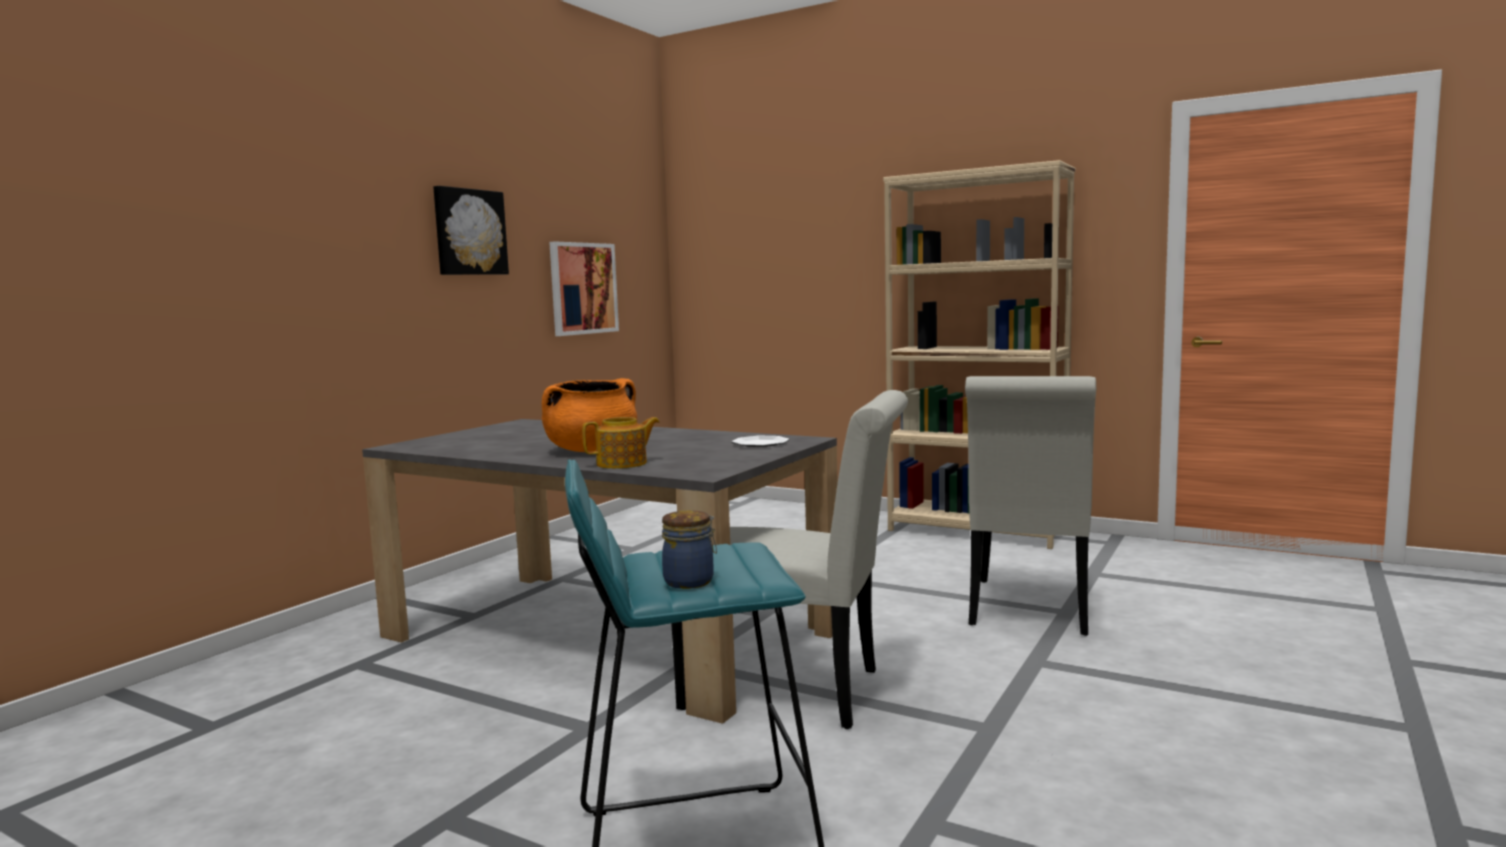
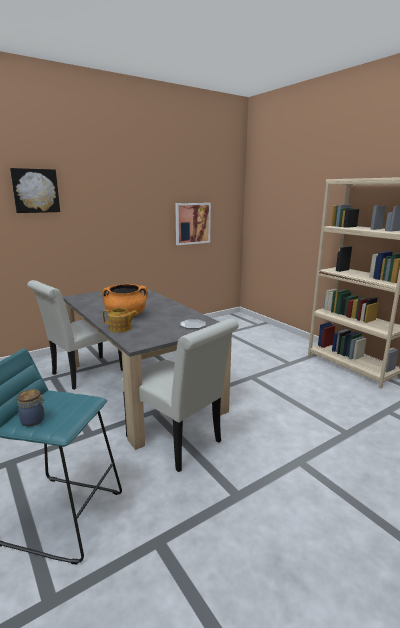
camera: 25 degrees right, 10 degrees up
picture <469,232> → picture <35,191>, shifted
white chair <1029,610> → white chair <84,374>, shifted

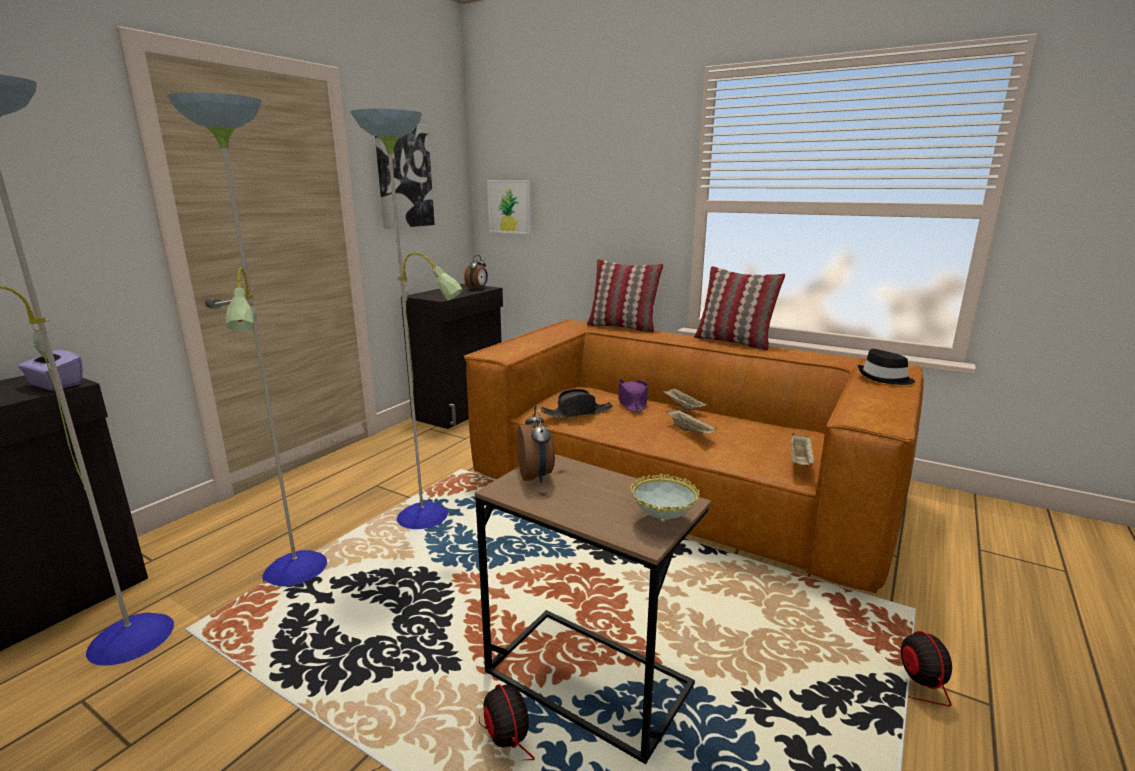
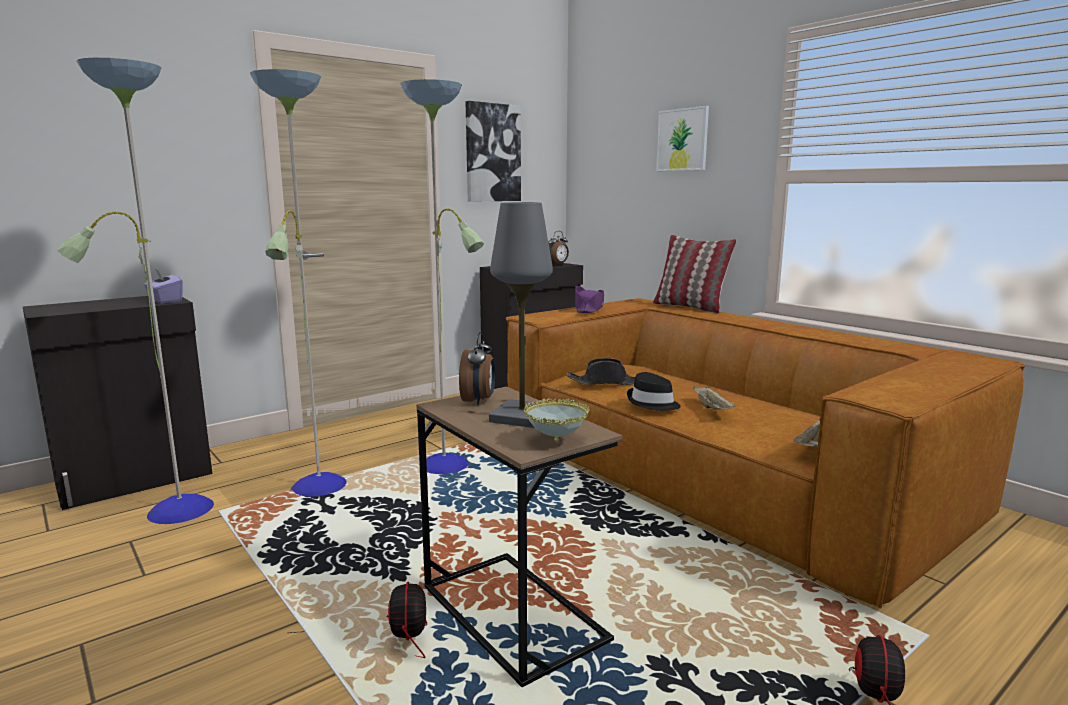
camera: 20 degrees right, 5 degrees down
picture <510,206> → picture <682,140>, shifted
purple hat <632,402> → purple hat <589,309>, shifted
beige tray <682,407> → -
pillow <733,342> → -
black hat <884,378> → black hat <652,403>, shifted
- → grey table lamp <521,417>

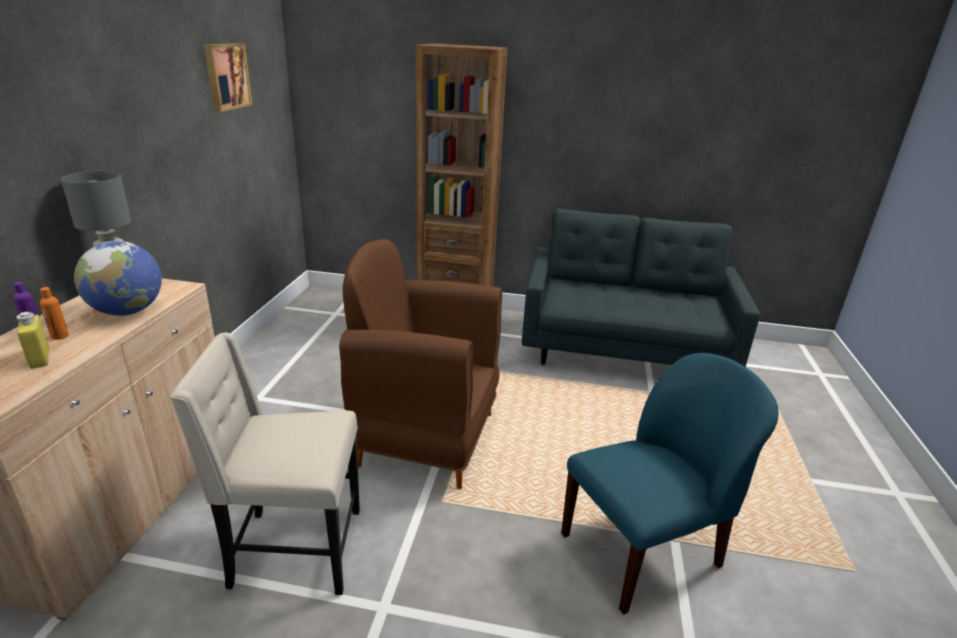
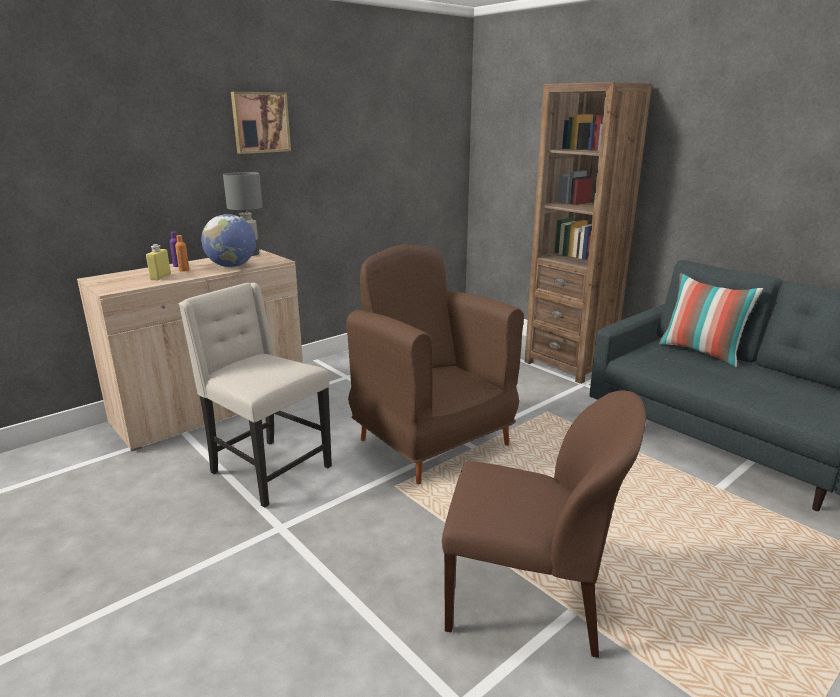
camera: 40 degrees right, 5 degrees down
picture <226,76> → picture <260,122>, shifted
blue chair <643,549> → brown chair <528,600>
- → pillow <701,352>

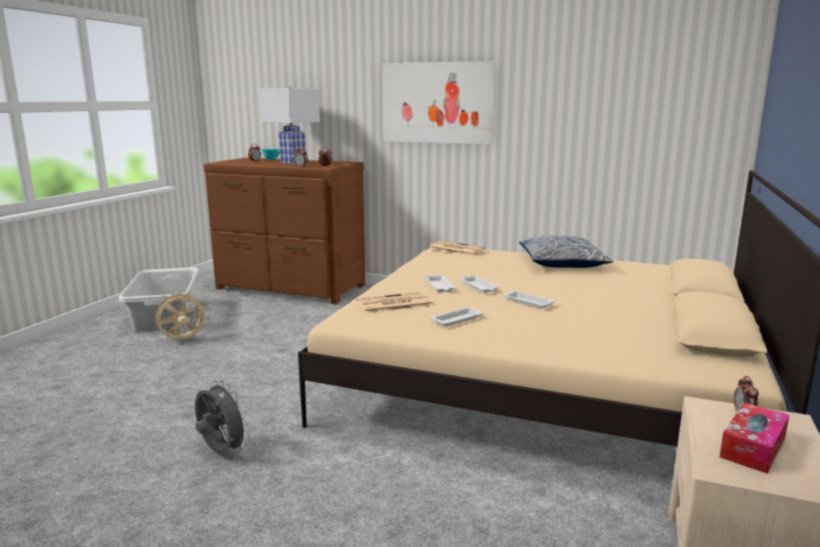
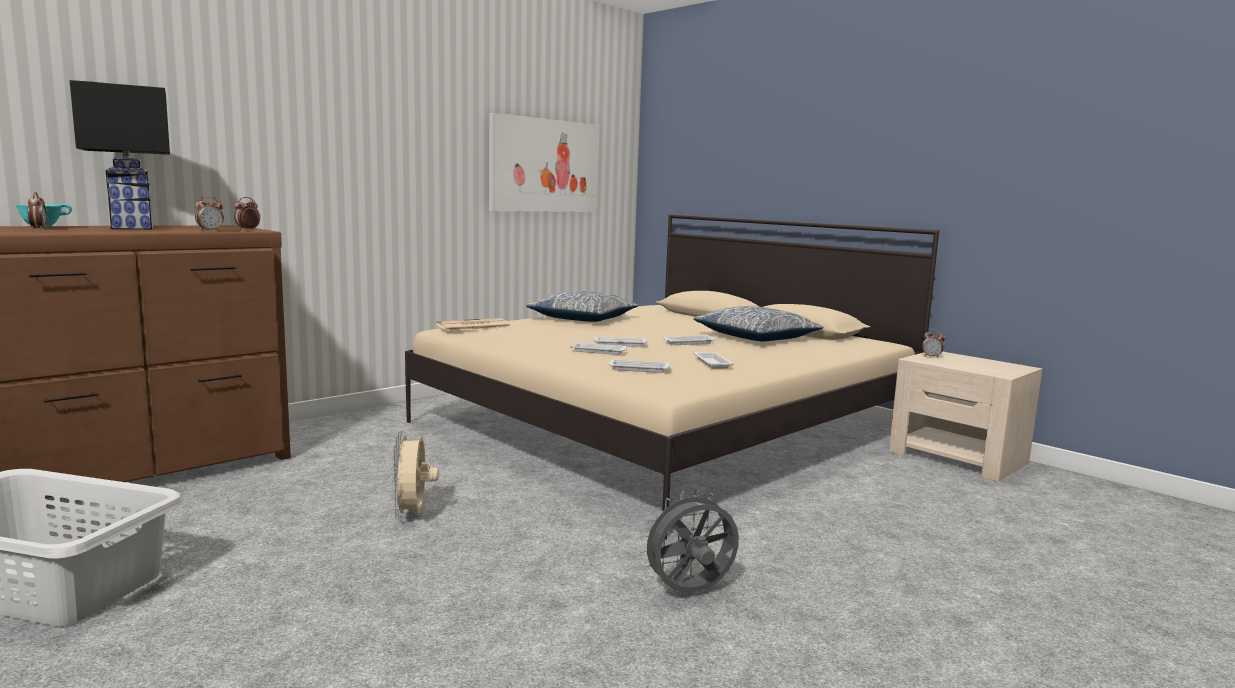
camera: 65 degrees left, 5 degrees down
beige fan <182,340> → beige fan <413,515>, shifted
white table lamp <293,162> → black table lamp <131,228>
newspaper <393,304> → white tray <638,369>
picture <437,103> → picture <544,166>, shifted
tissue box <752,447> → -
- → pillow <756,337>

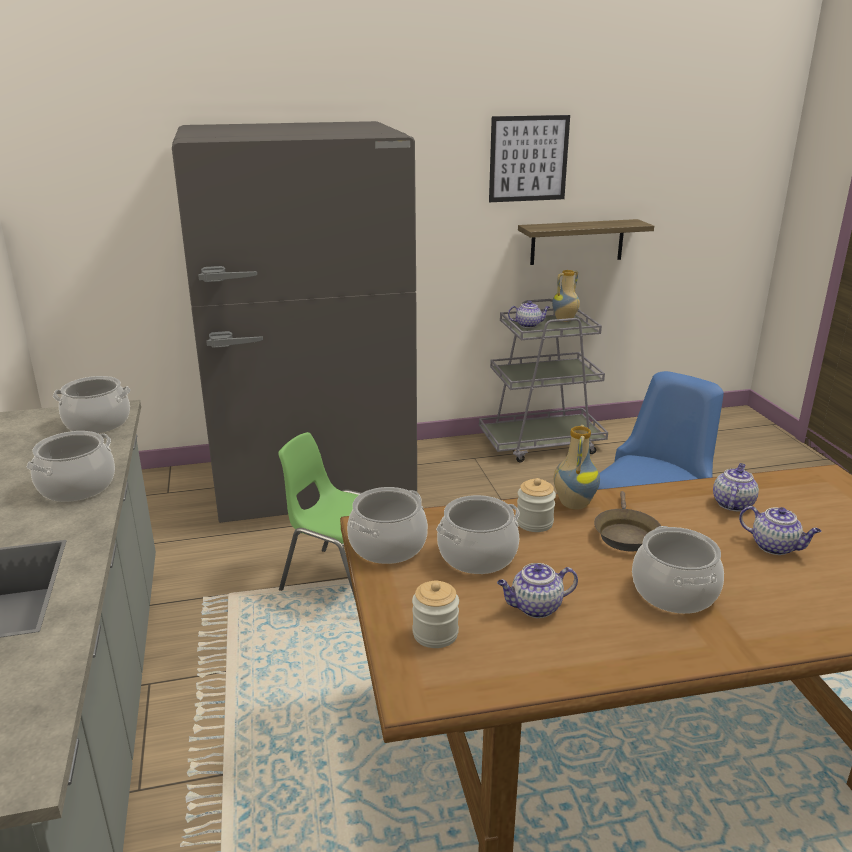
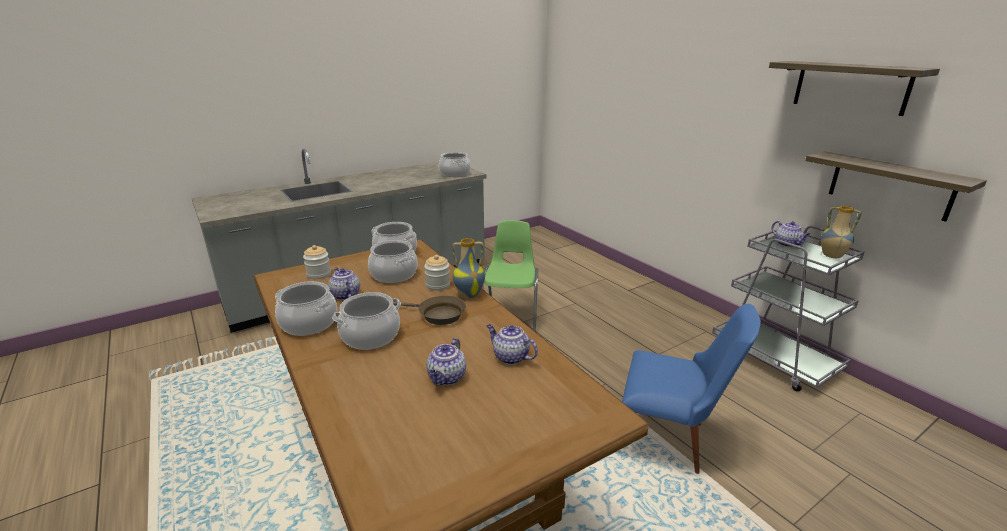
camera: 70 degrees right, 0 degrees up
cooking pot <77,486> → cooking pot <309,323>, shifted
grey fridge <313,484> → -
picture <528,158> → shelf <850,87>
brown frying pan <625,534> → brown frying pan <438,315>, 150 degrees counterclockwise
teapot <732,503> → teapot <510,357>, 150 degrees counterclockwise

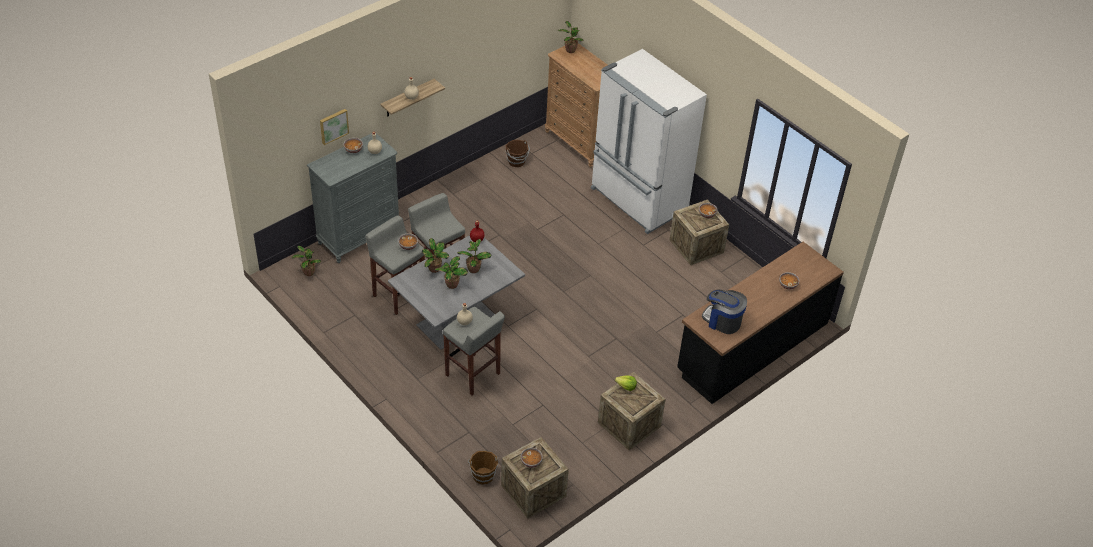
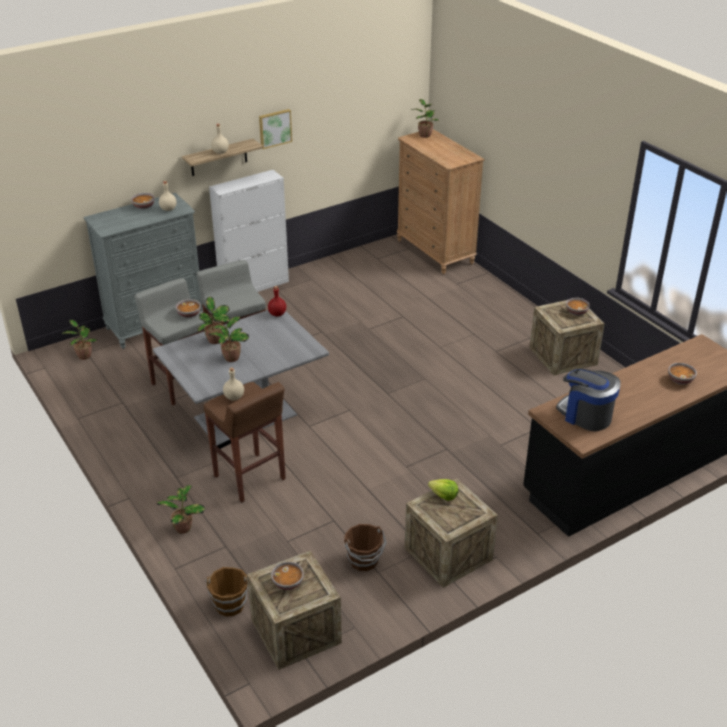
camera: 10 degrees right, 10 degrees down
picture <333,126> → picture <274,128>, shifted
grey stool <473,375> → brown stool <250,478>
potted plant <474,268> → potted plant <183,527>, shifted
brown bucket <516,161> → brown bucket <364,561>, shifted
white fridge <637,200> → -
- → white cabinet <254,286>

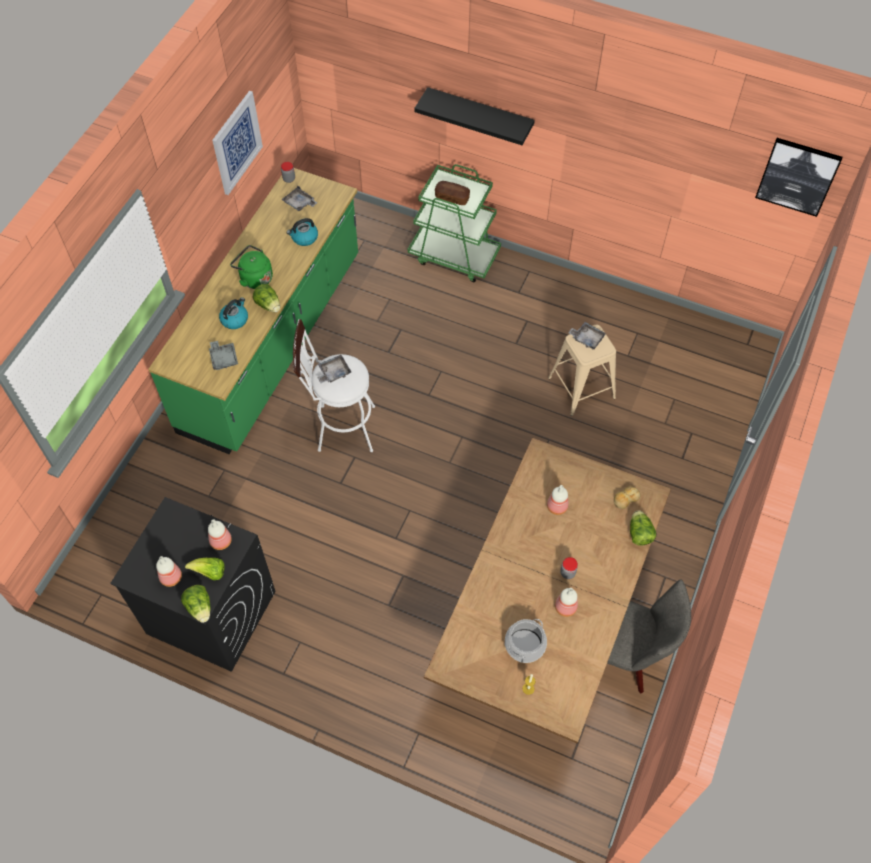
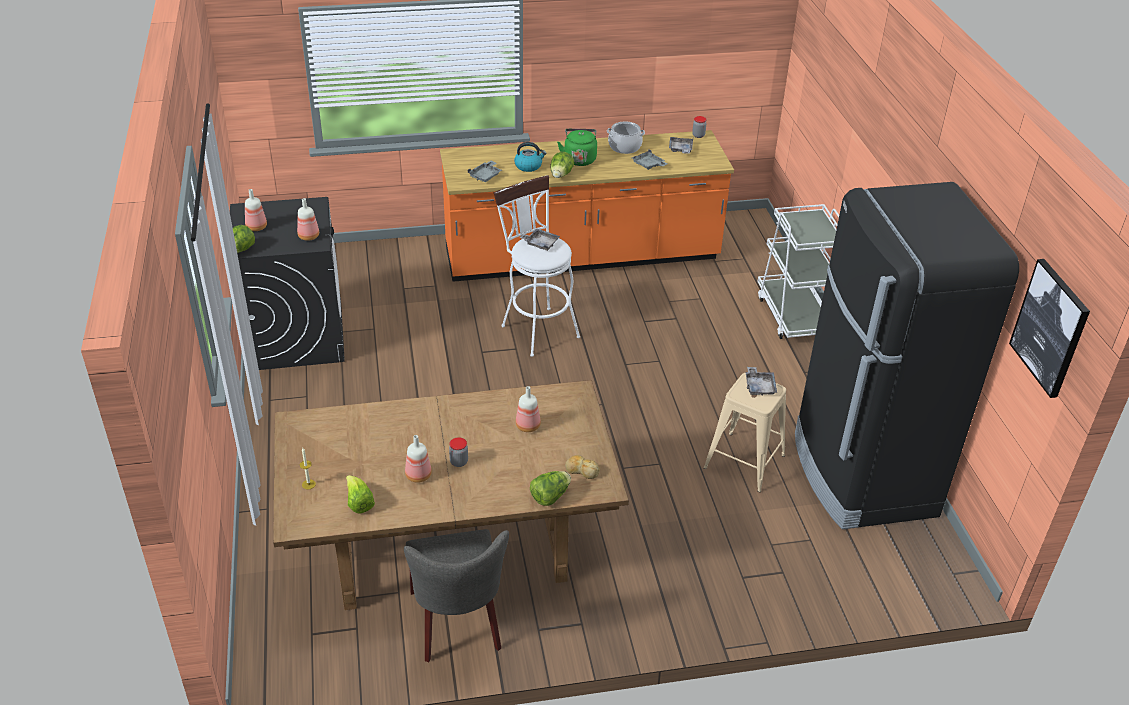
camera: 55 degrees right, 20 degrees down
green counter <273,343> → orange counter <582,257>
lettuce <210,572> → lettuce <359,503>, shifted
picture <237,143> → -
kettle <304,238> → grey tray <648,165>
green cart <454,256> → white cart <794,315>
black shelf <480,115> → -
bread <452,197> → -
cooking pot <525,645> → cooking pot <624,147>, shifted
- → black fridge <861,475>

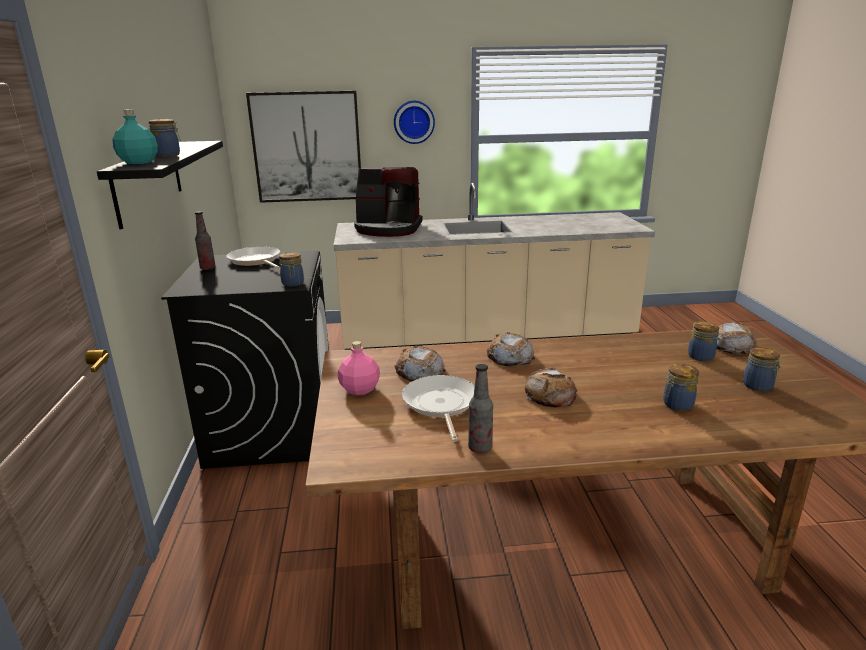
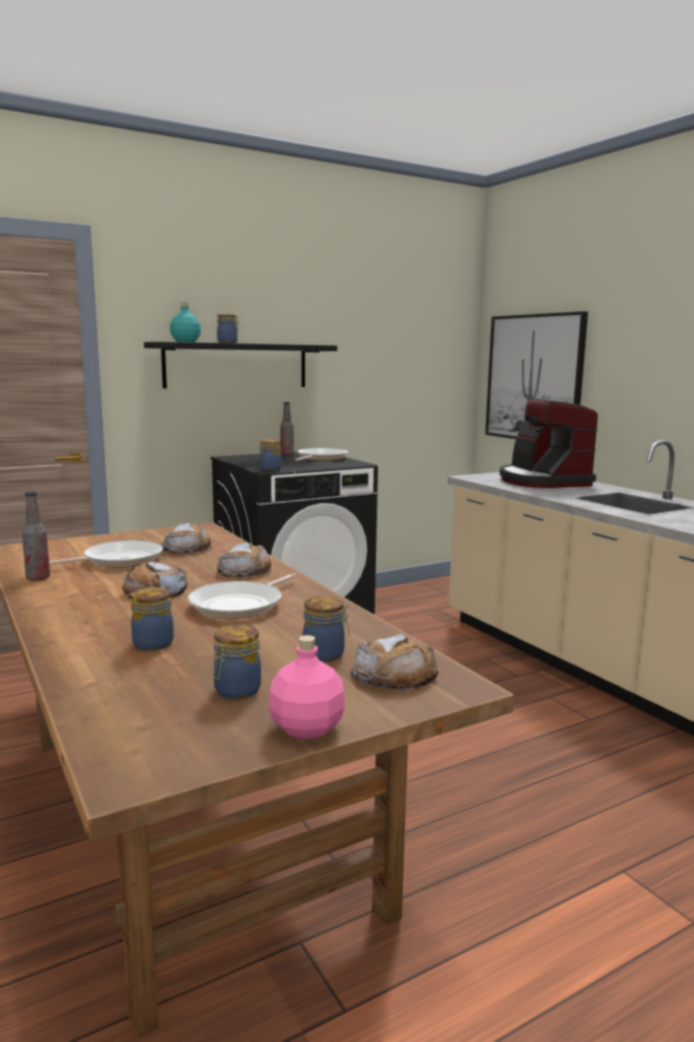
camera: 65 degrees right, 10 degrees down
pink bottle <360,389> → pink bottle <308,728>, shifted
wall clock <414,122> → -
- → frying pan <240,605>

